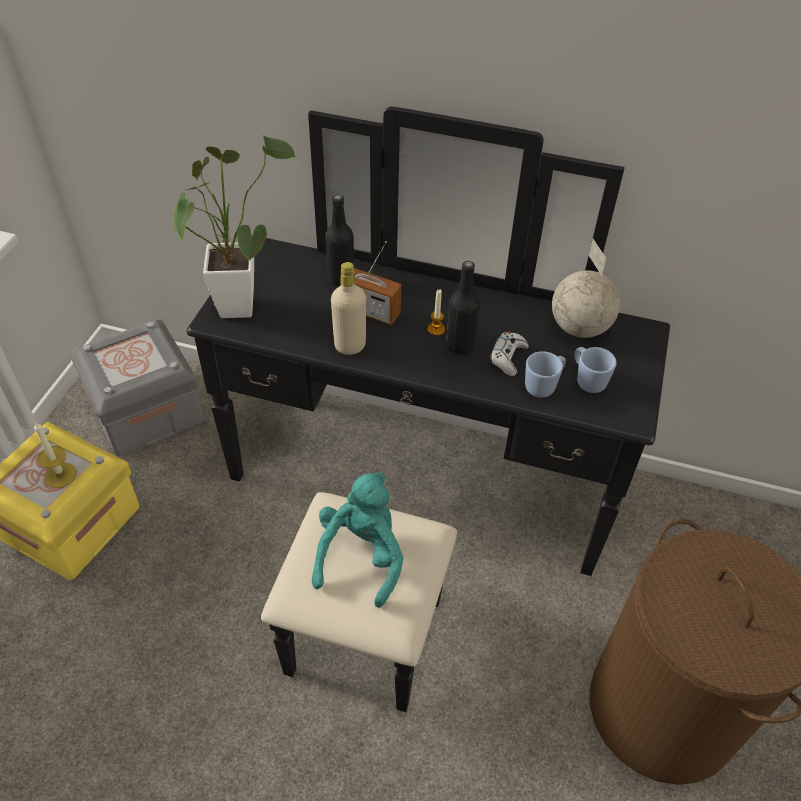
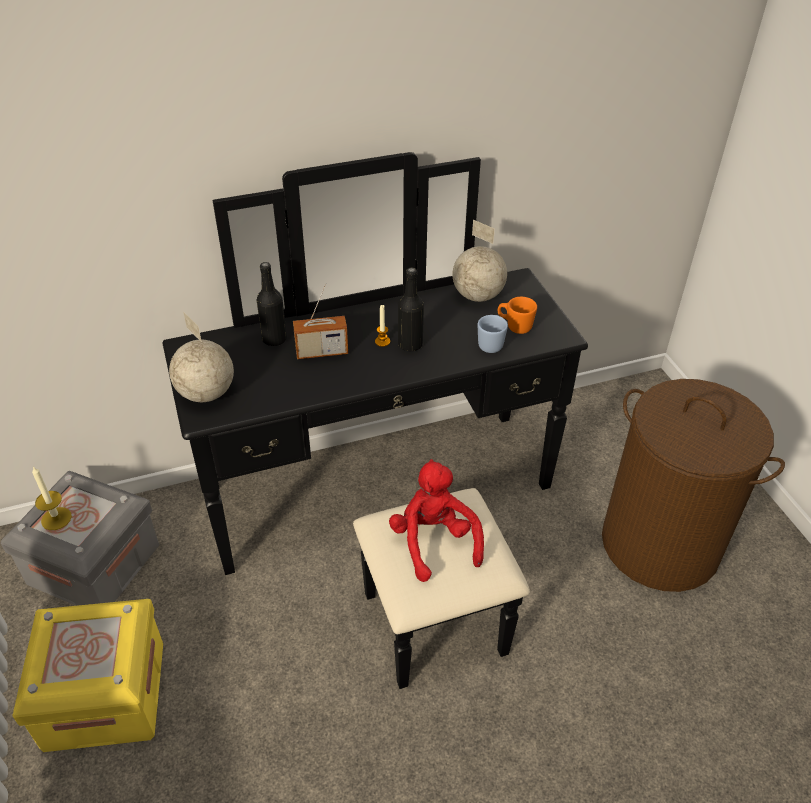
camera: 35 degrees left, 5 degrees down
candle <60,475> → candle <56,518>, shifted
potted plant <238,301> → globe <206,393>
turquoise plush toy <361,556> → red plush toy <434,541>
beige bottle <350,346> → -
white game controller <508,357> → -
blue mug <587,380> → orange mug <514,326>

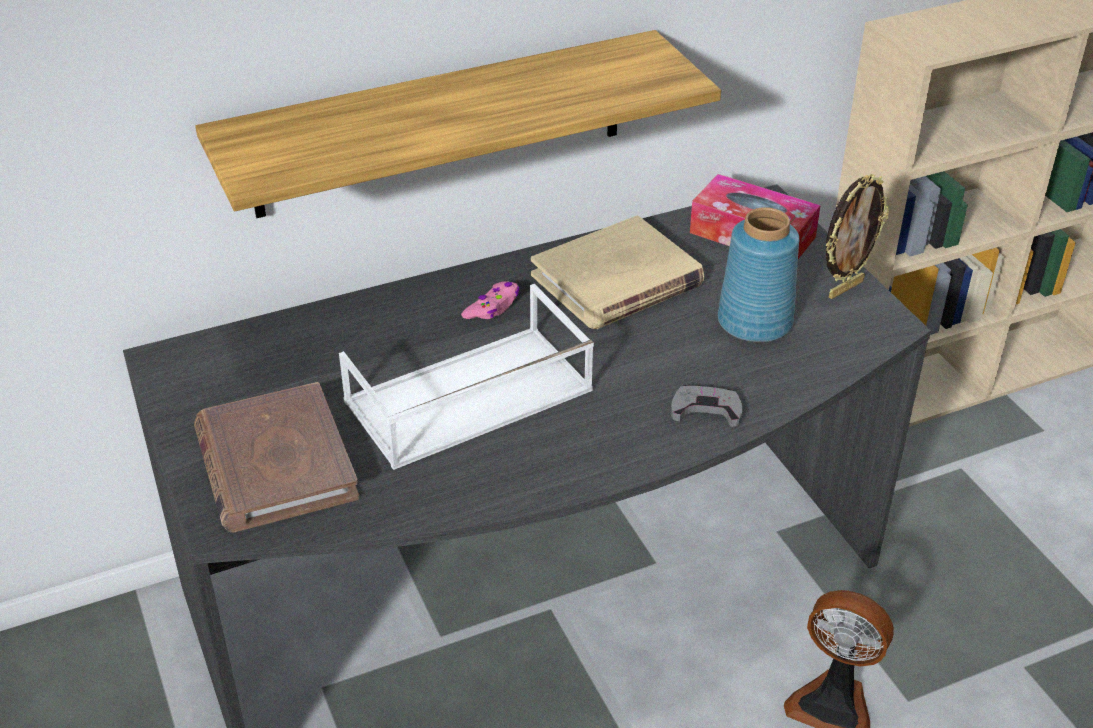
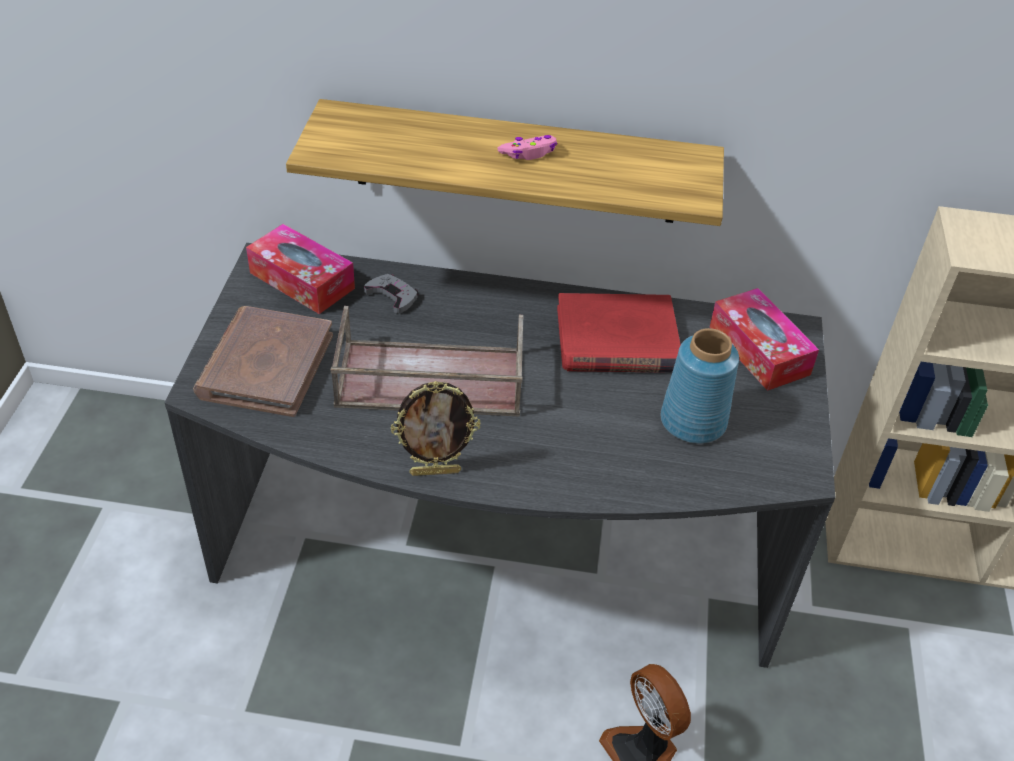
camera: 30 degrees right, 5 degrees up
white tray <467,398> → brown tray <428,380>
pink game controller <493,307> → pink game controller <529,153>, shifted
beige book <617,280> → red book <617,340>
grey game controller <706,410> → grey game controller <392,296>, shifted
picture frame <844,288> → picture frame <435,471>, shifted
- → tissue box <302,280>

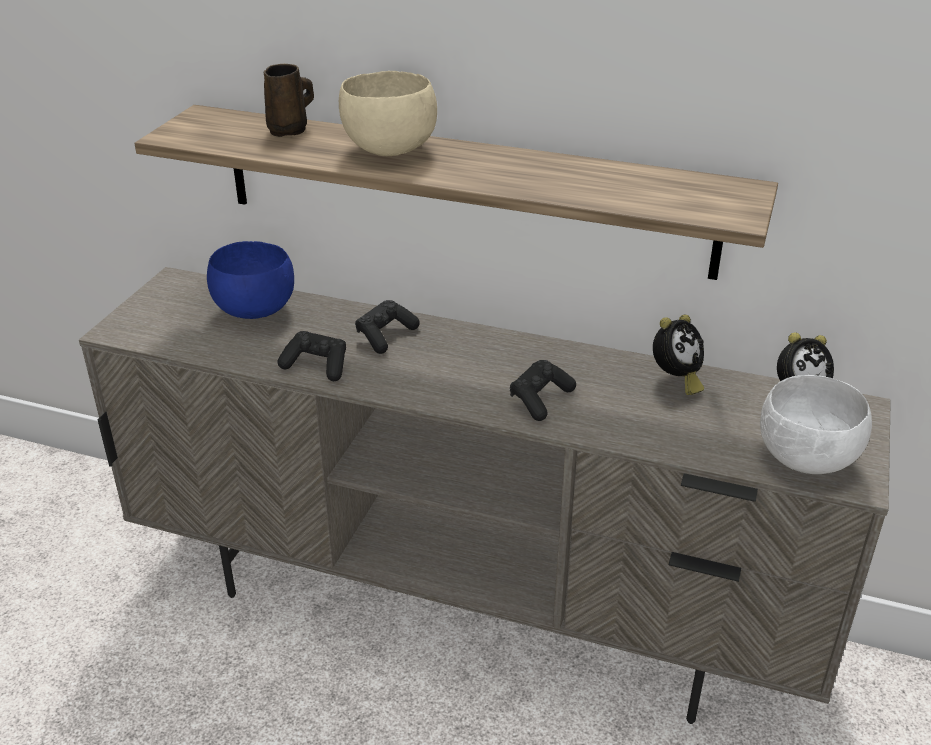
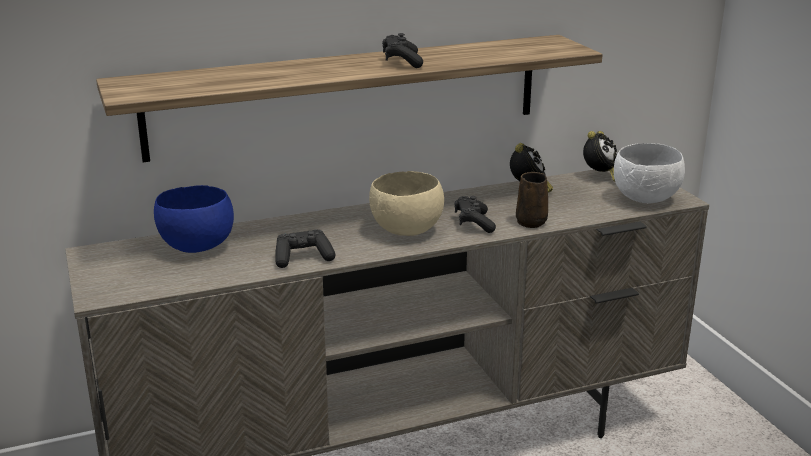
camera: 40 degrees left, 10 degrees down
brown mug <290,130> → brown mug <531,221>, shifted
beige bowl <388,150> → beige bowl <405,231>, shifted
black game controller <385,336> → black game controller <402,62>, shifted

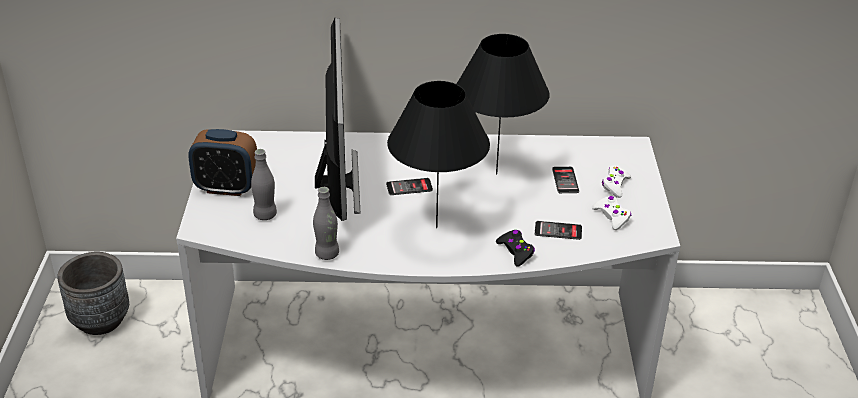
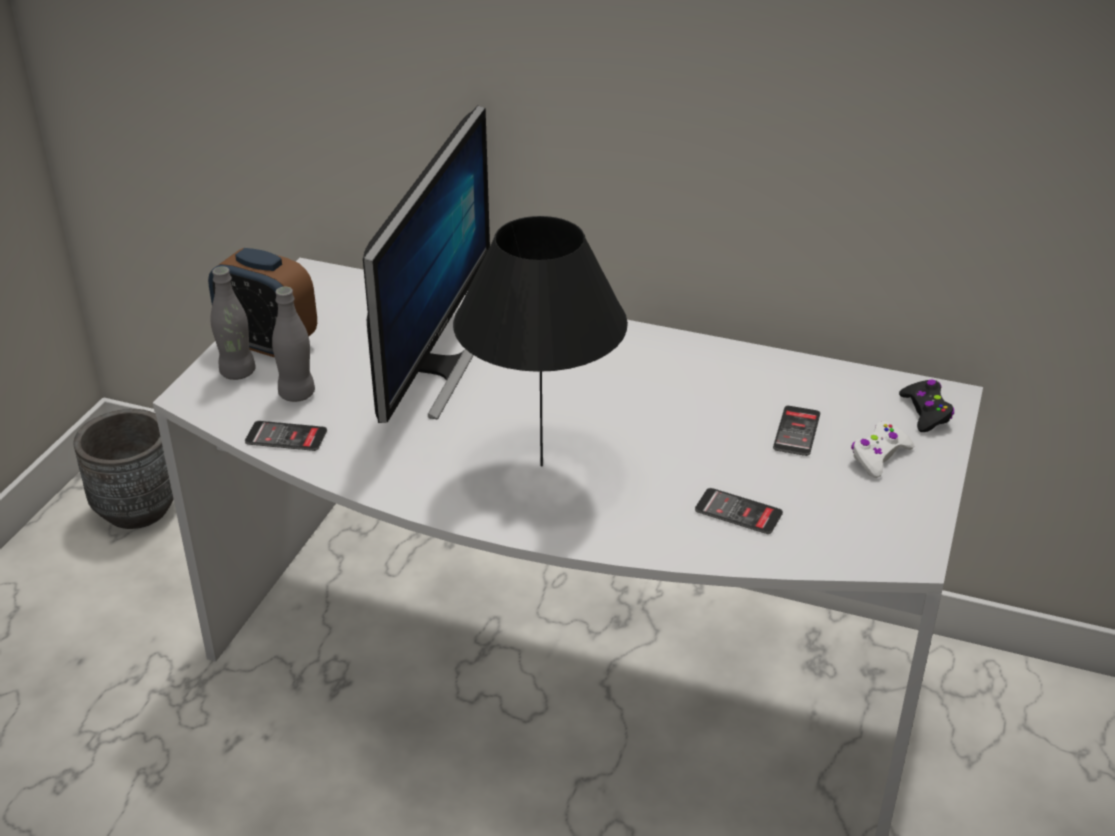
camera: 20 degrees right, 0 degrees up
grey bottle <327,254> → grey bottle <237,372>, shifted
phone <409,187> → phone <286,437>, shifted
black table lamp <496,174> → -
black game controller <516,251> → black game controller <926,412>, shifted
white game controller <611,216> → -

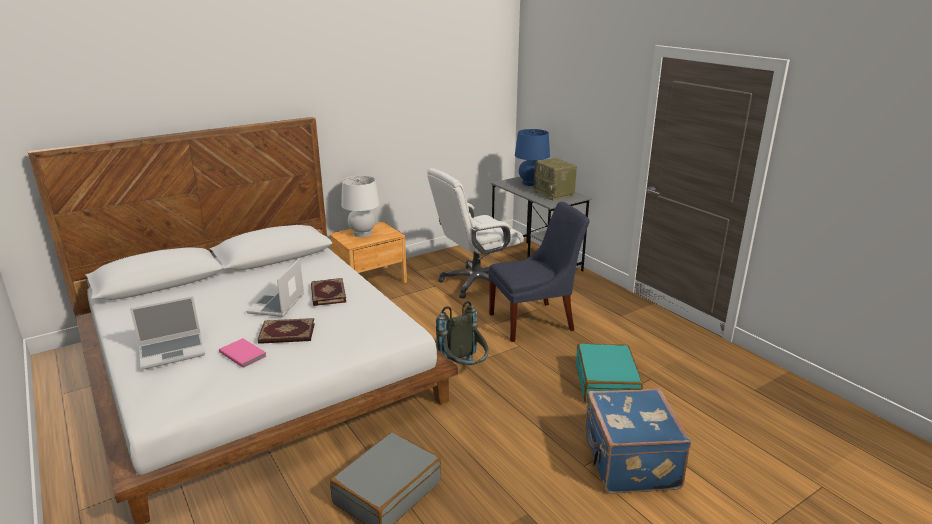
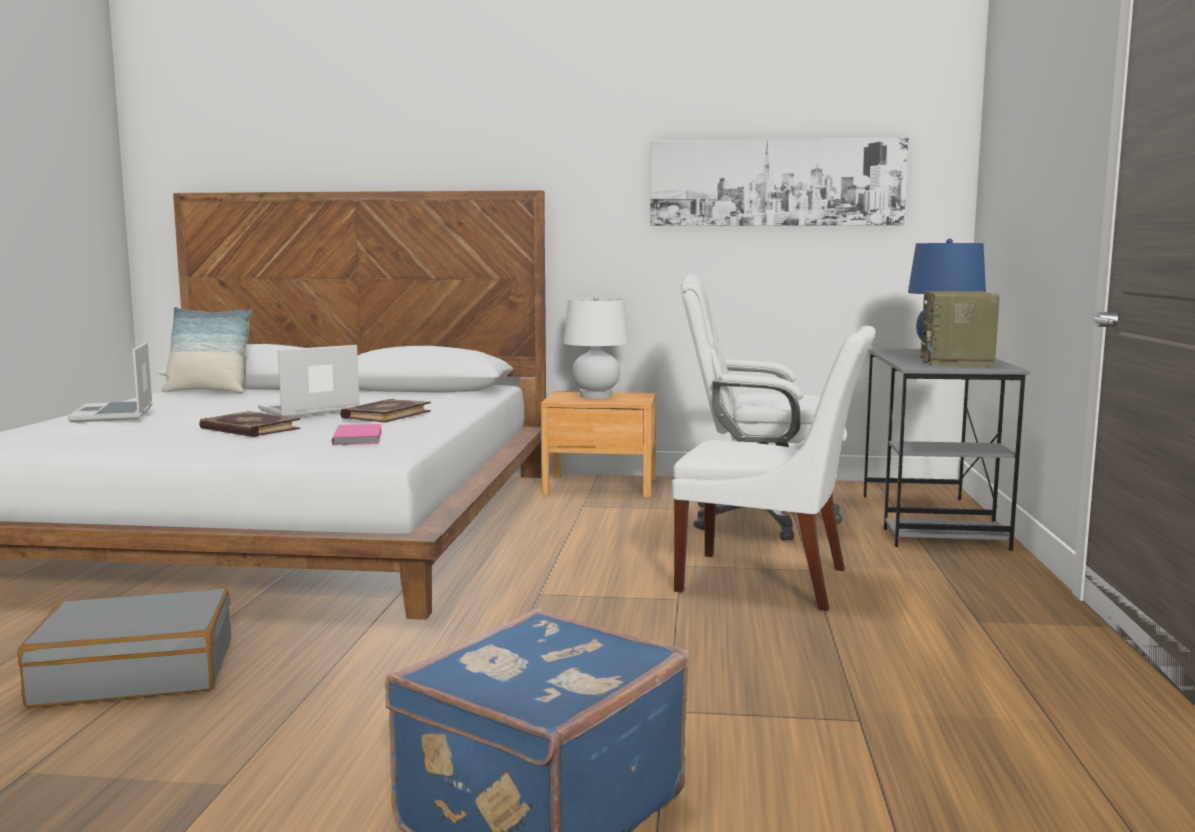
camera: 40 degrees right, 15 degrees down
laptop <173,351> → laptop <114,414>, 60 degrees clockwise
pink book <243,354> → pink book <359,437>, shifted
grey backpack <464,370> → -
blue chair <535,321> → white chair <771,581>
turquoise suitcase <606,383> → -
- → pillow <208,391>
- → picture <776,183>

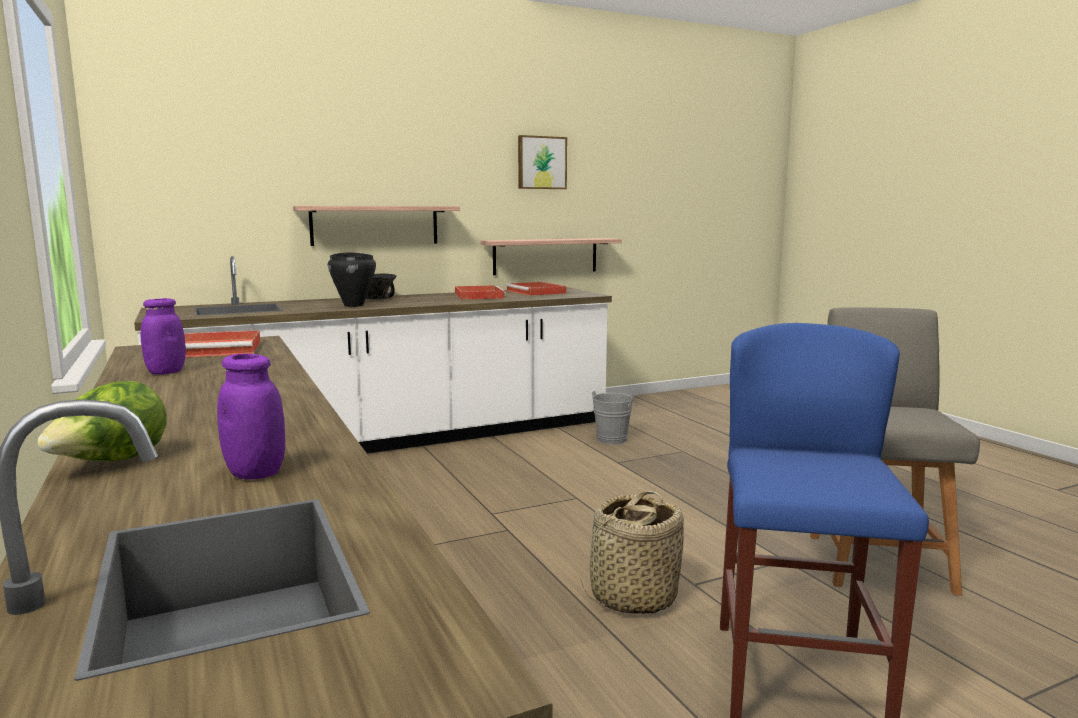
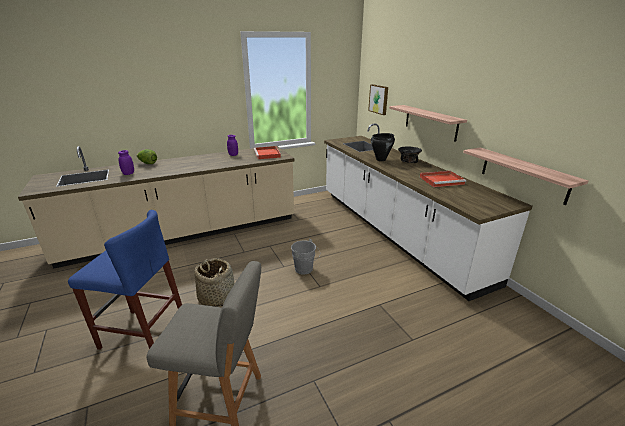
camera: 90 degrees right, 15 degrees up
red tray <536,292> → -
picture <541,163> → picture <379,99>, shifted
grey bucket <613,439> → grey bucket <305,270>, shifted

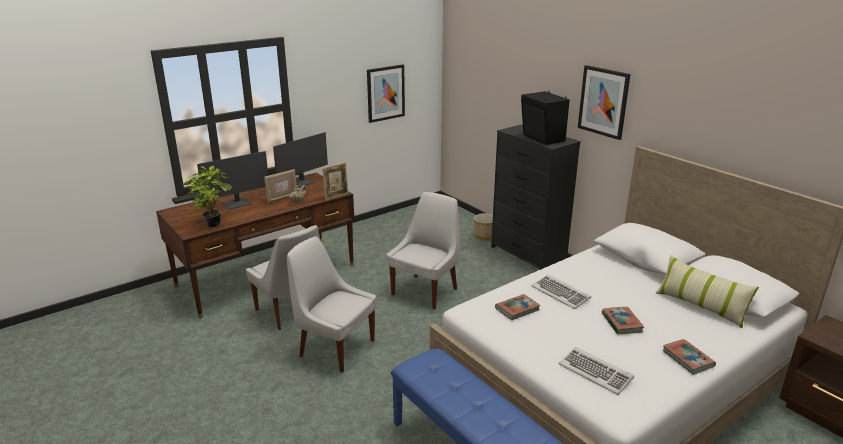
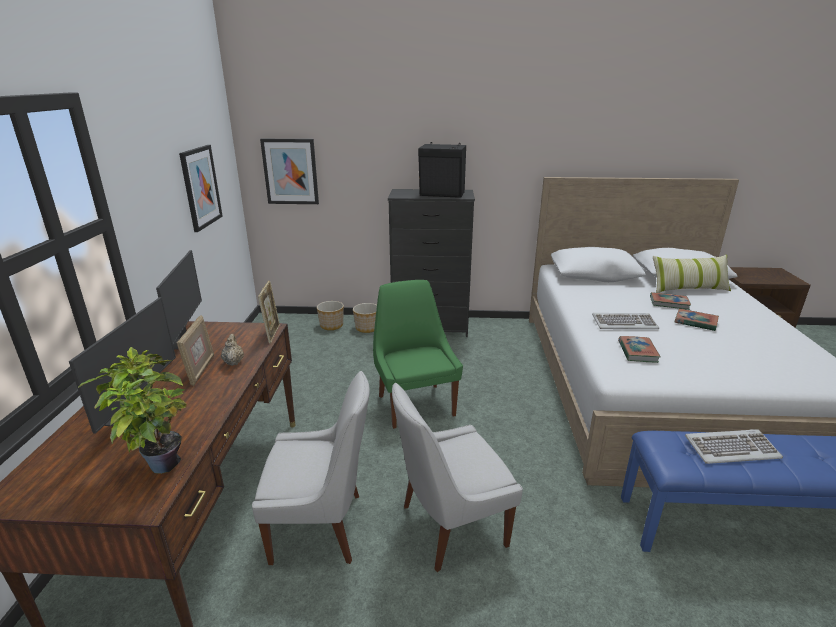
camera: 50 degrees left, 0 degrees up
white chair <426,290> → green chair <415,404>
keyboard <596,372> → keyboard <731,448>, shifted
picture <603,102> → picture <290,171>, shifted
book <687,359> → book <669,303>, shifted
- → planter <331,325>

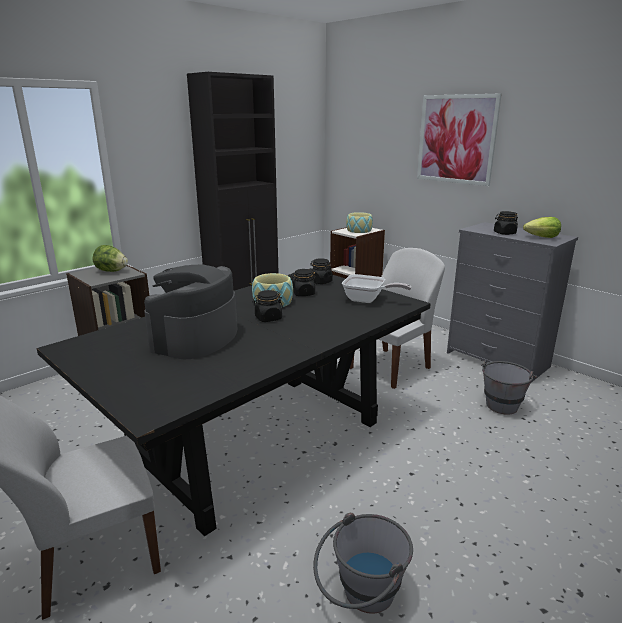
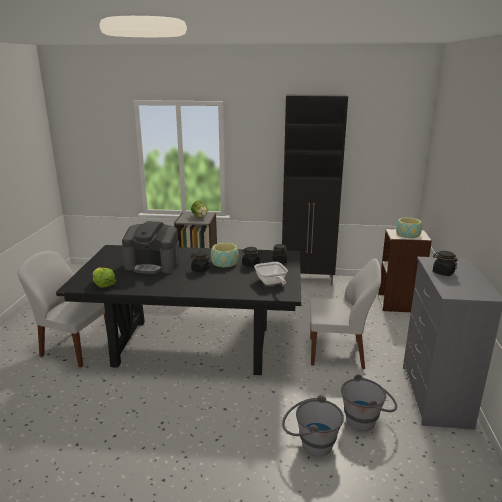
camera: 50 degrees right, 0 degrees up
coffee machine <195,338> → coffee machine <153,265>, 150 degrees counterclockwise
grey bucket <361,597> → grey bucket <310,443>, shifted
picture <456,139> → -
lettuce <542,237> → lettuce <103,284>, shifted

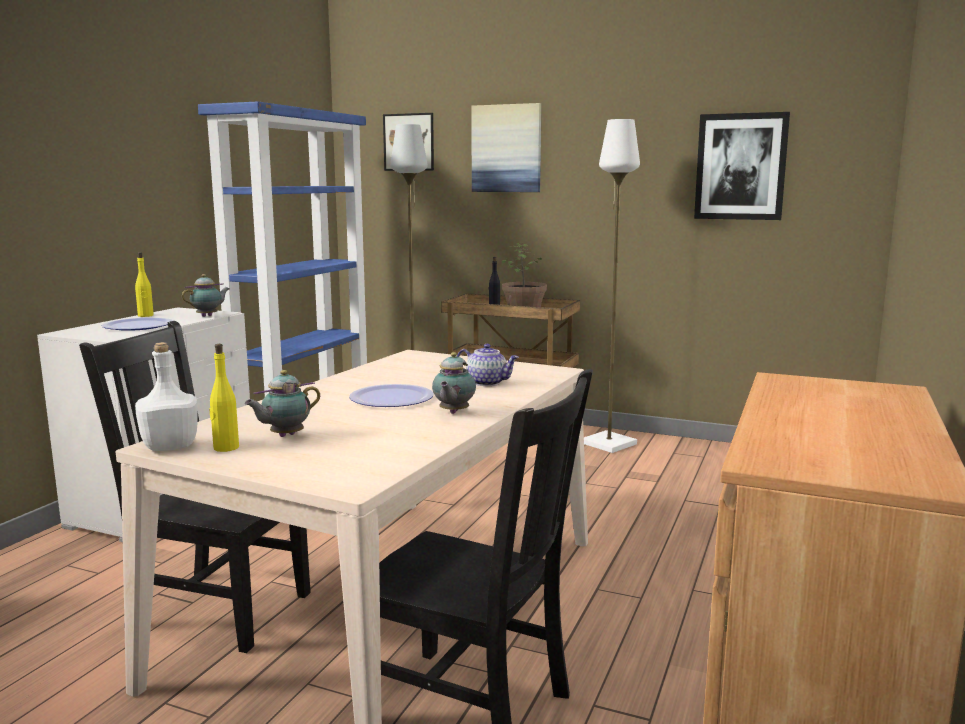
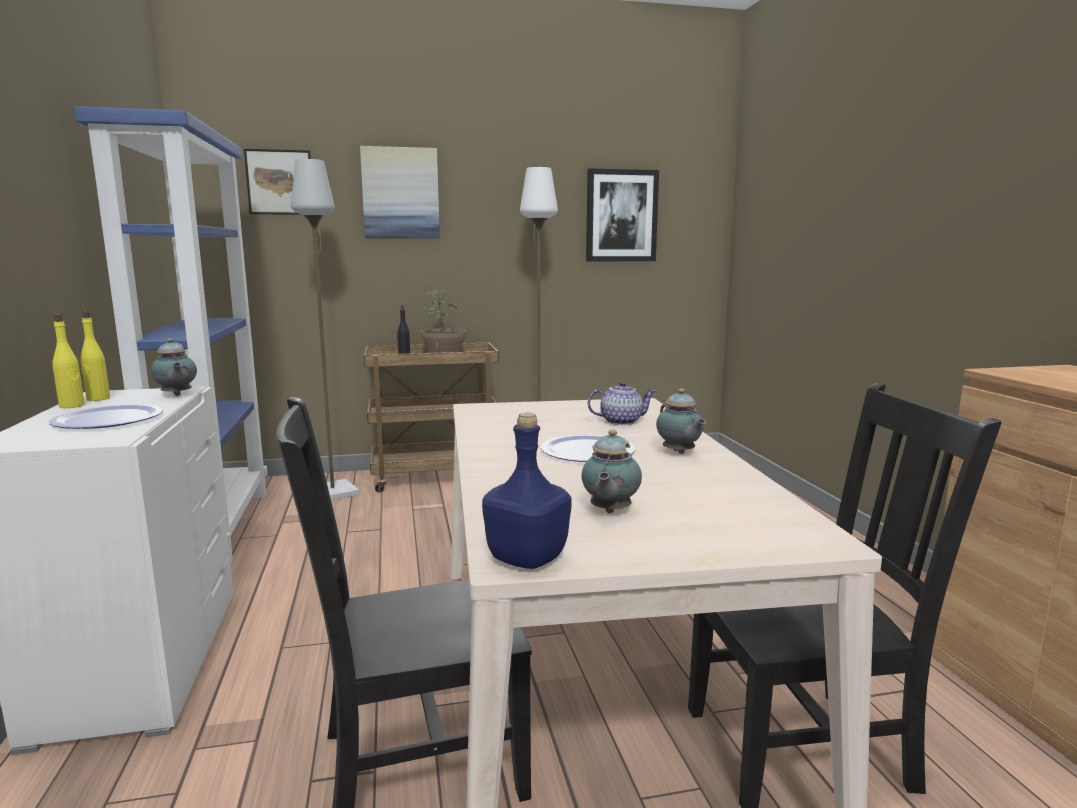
camera: 35 degrees left, 0 degrees up
white bottle <169,447> → blue bottle <526,559>
teapot <208,316> → teapot <176,395>, 135 degrees clockwise
yellow bottle <225,448> → yellow bottle <98,399>, shifted

